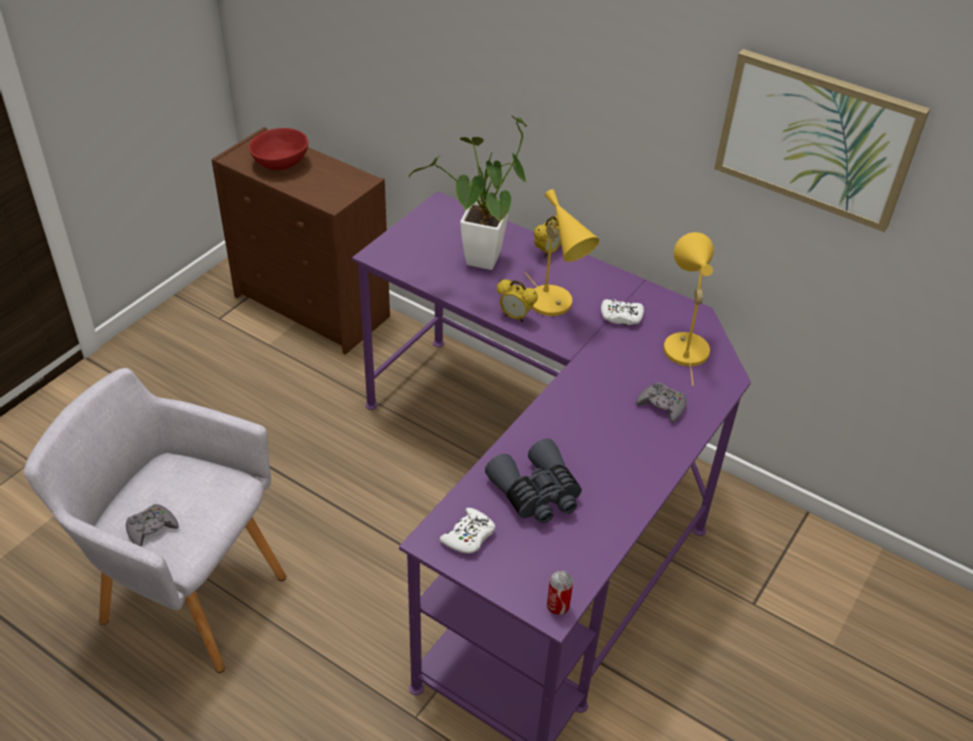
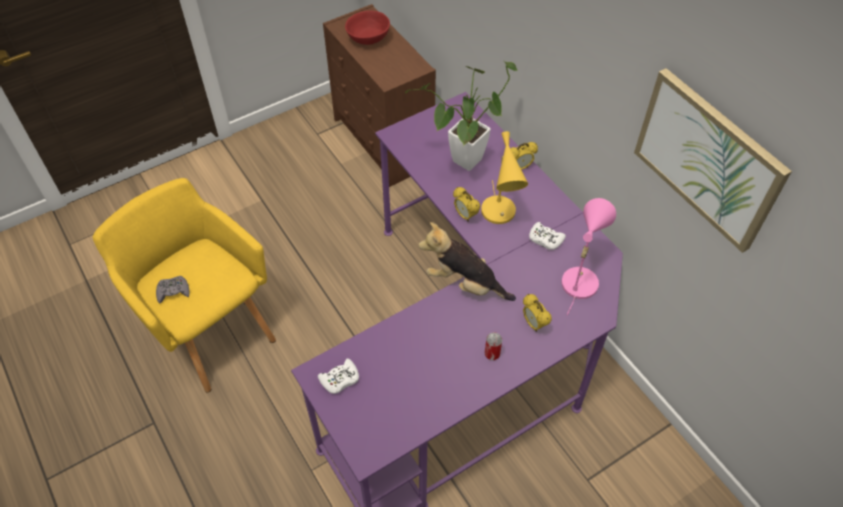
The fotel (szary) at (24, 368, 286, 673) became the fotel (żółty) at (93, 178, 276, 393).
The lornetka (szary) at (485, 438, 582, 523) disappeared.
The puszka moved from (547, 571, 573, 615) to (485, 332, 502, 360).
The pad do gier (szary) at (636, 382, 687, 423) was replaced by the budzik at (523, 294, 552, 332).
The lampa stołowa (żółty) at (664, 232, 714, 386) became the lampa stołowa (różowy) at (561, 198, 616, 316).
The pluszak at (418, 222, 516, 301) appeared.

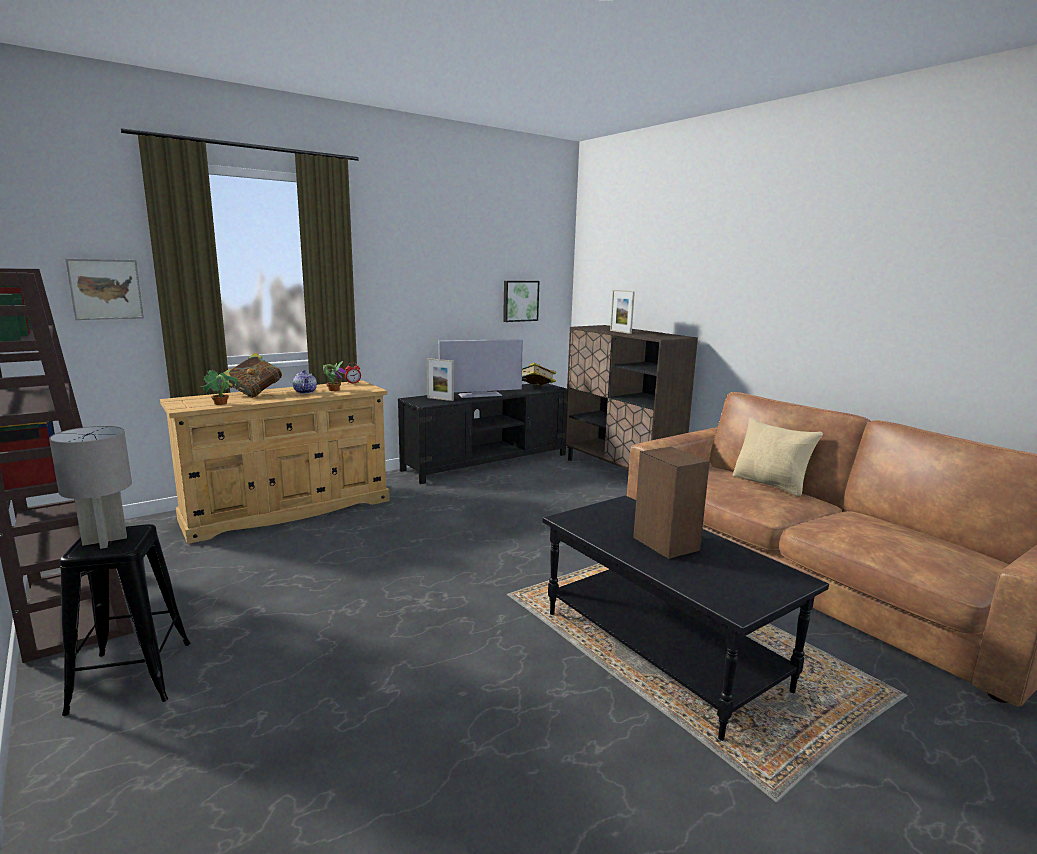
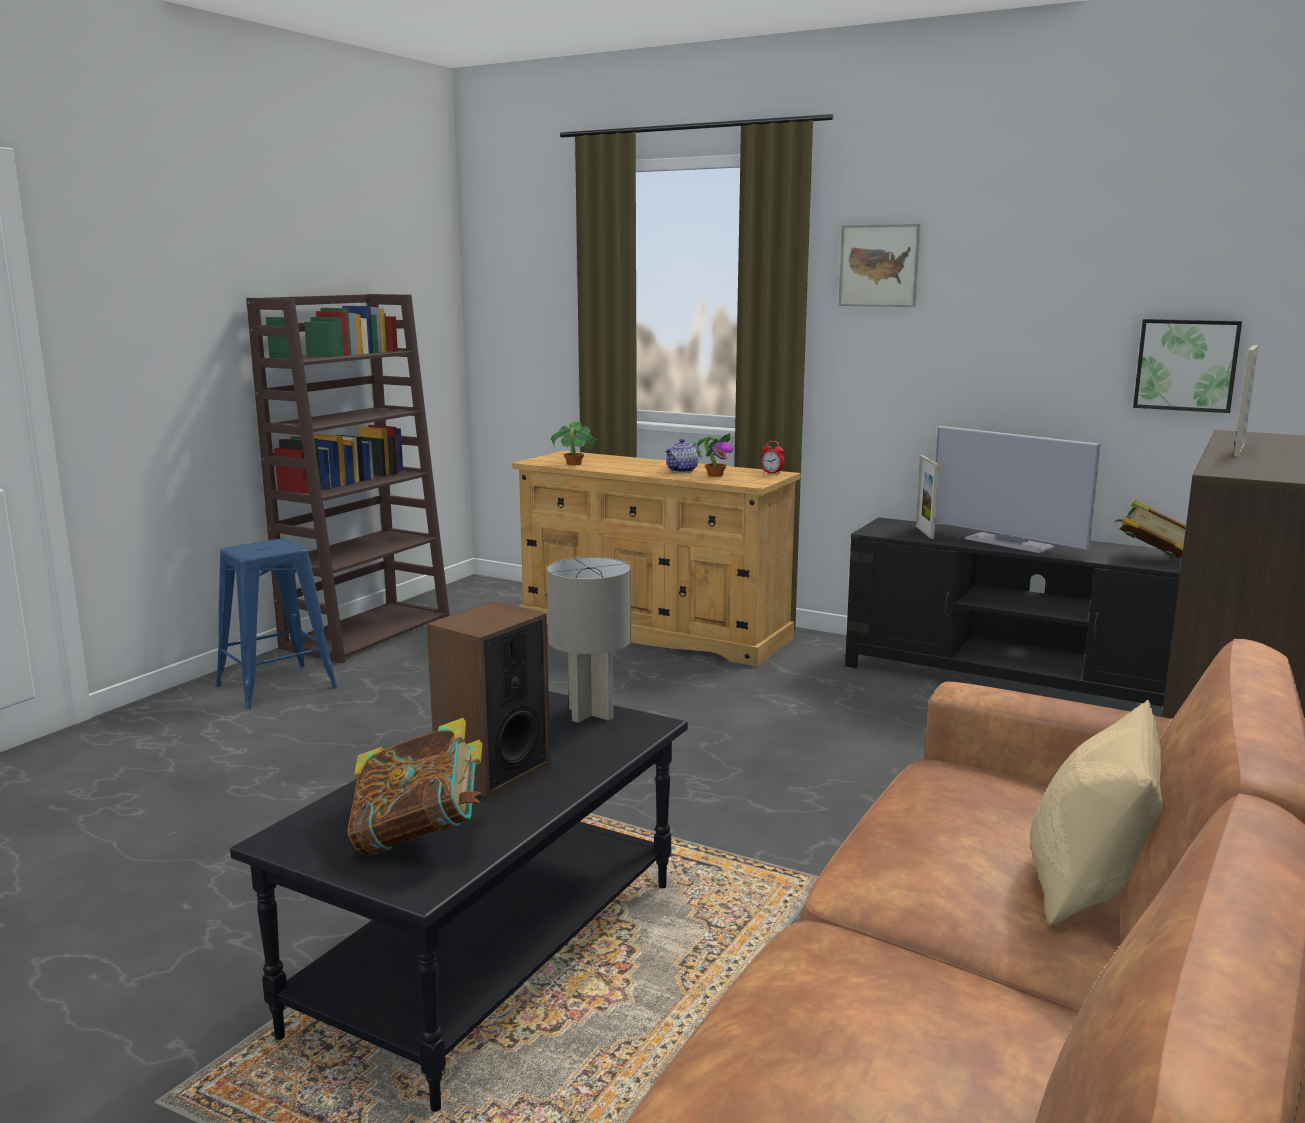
The lampa stołowa (szary) moved from (49, 426, 132, 549) to (547, 557, 631, 723).
The stołek (czarny) at (60, 524, 190, 716) became the stołek (niebieski) at (215, 539, 338, 710).
The obraz moved from (65, 259, 144, 320) to (838, 224, 920, 307).
The książka moved from (224, 353, 282, 398) to (347, 718, 482, 855).

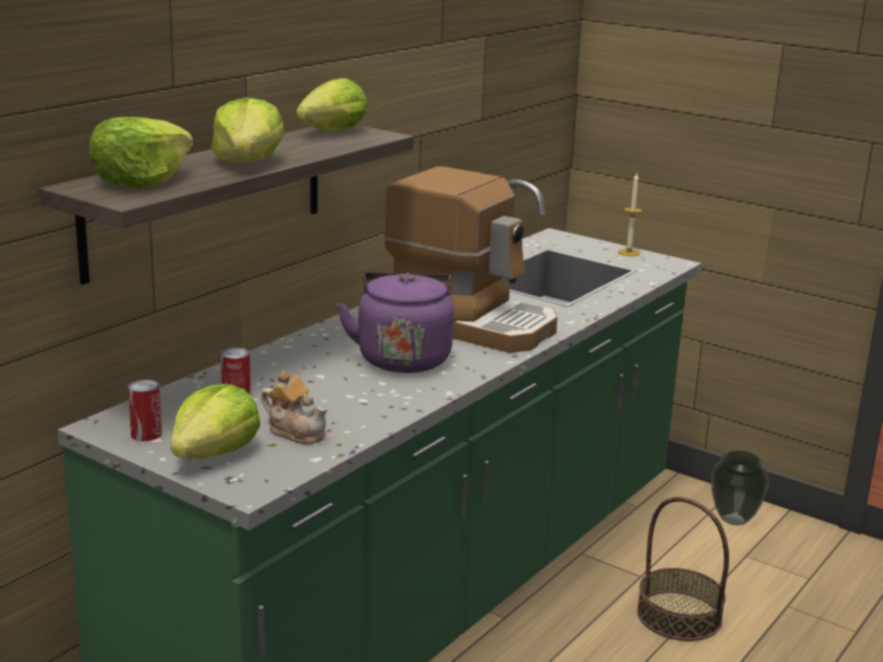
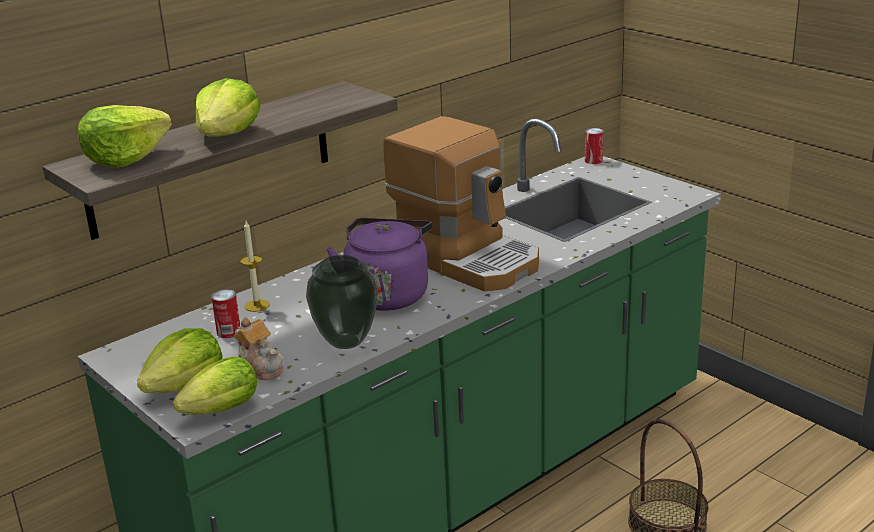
The puszka moved from (128, 379, 162, 441) to (585, 128, 604, 164).
The sałata moved from (296, 78, 367, 131) to (173, 357, 257, 414).
The świeca moved from (618, 173, 643, 256) to (240, 221, 270, 312).
The wazon moved from (711, 451, 769, 525) to (306, 255, 378, 349).

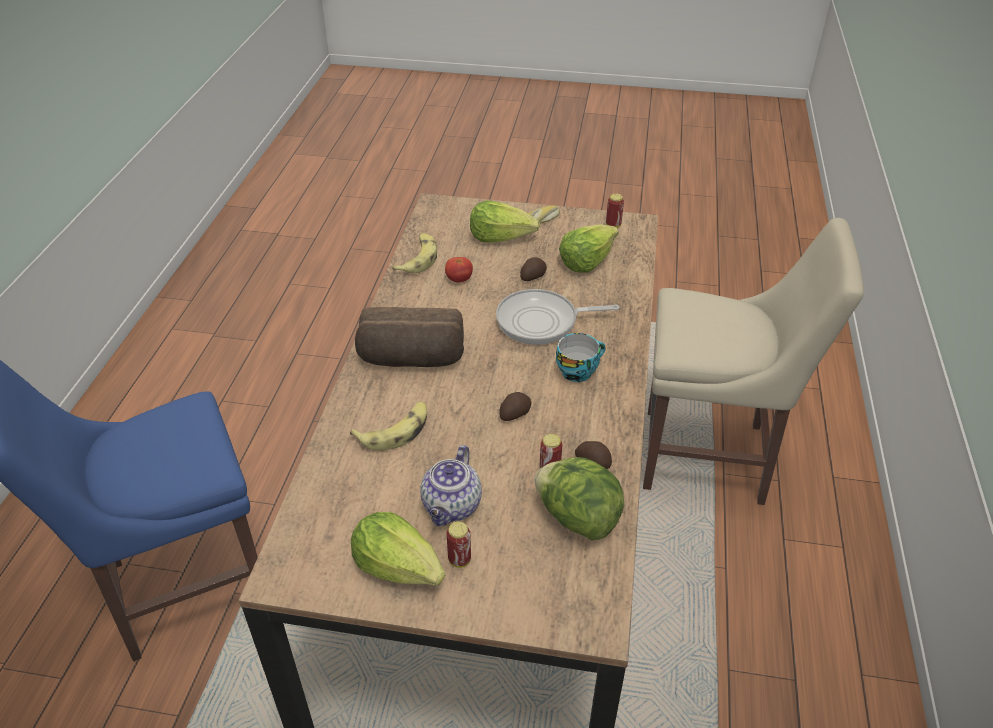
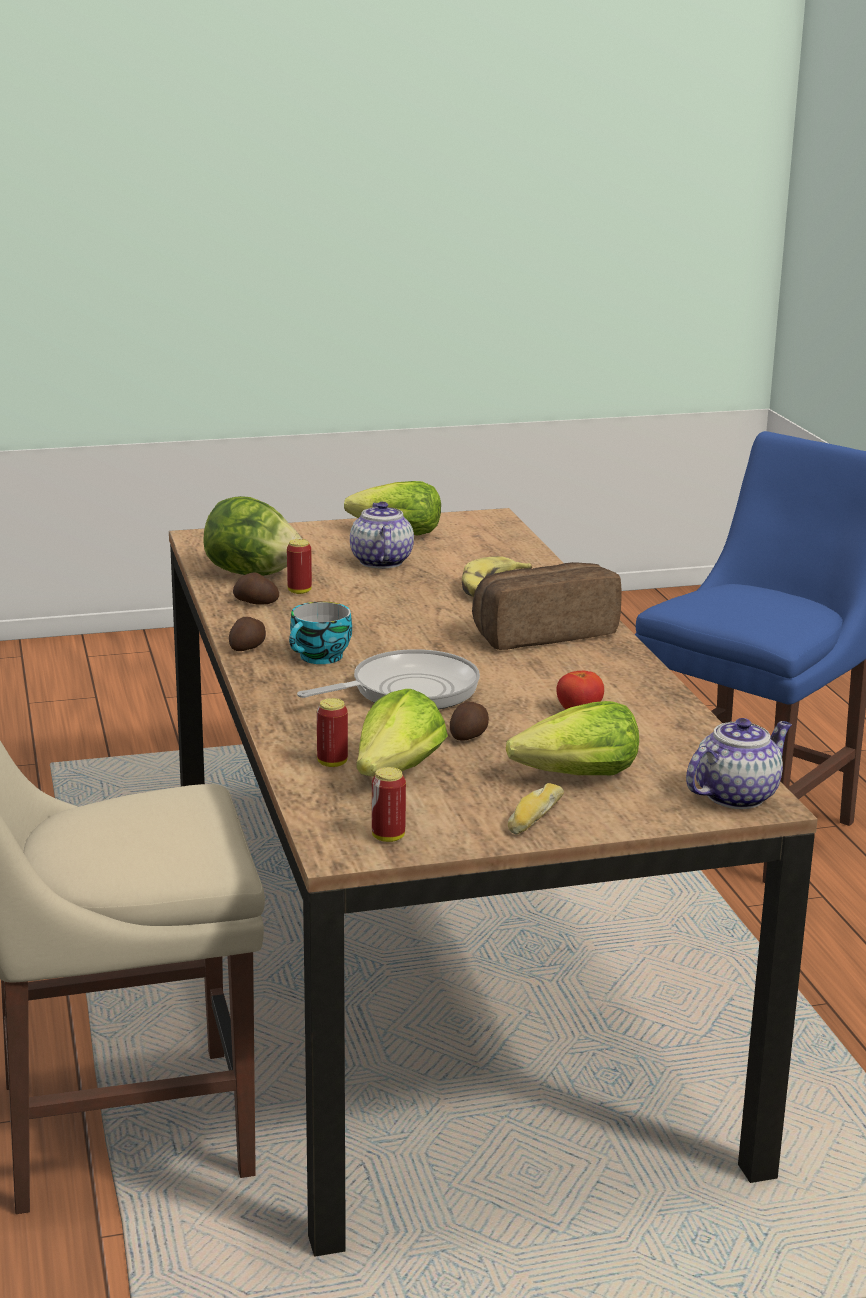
The banan at (392, 233, 437, 273) disappeared.
The puszka moved from (446, 522, 471, 568) to (317, 698, 348, 767).
The ziemniak moved from (500, 392, 531, 421) to (229, 617, 266, 651).
The imbryk at (686, 718, 792, 809) appeared.

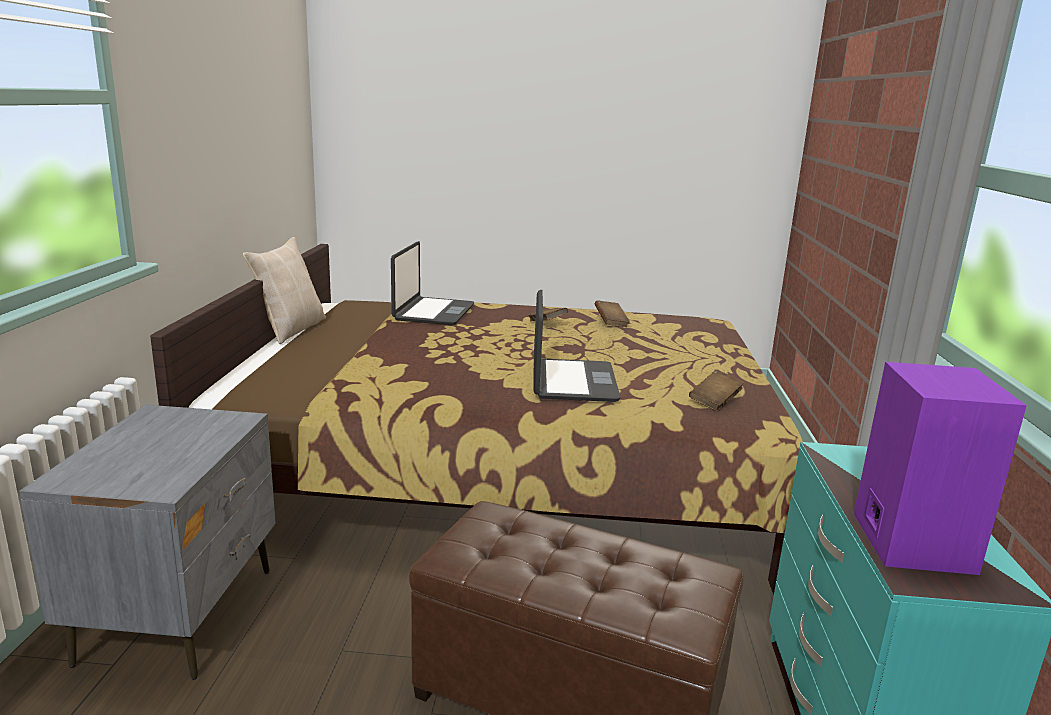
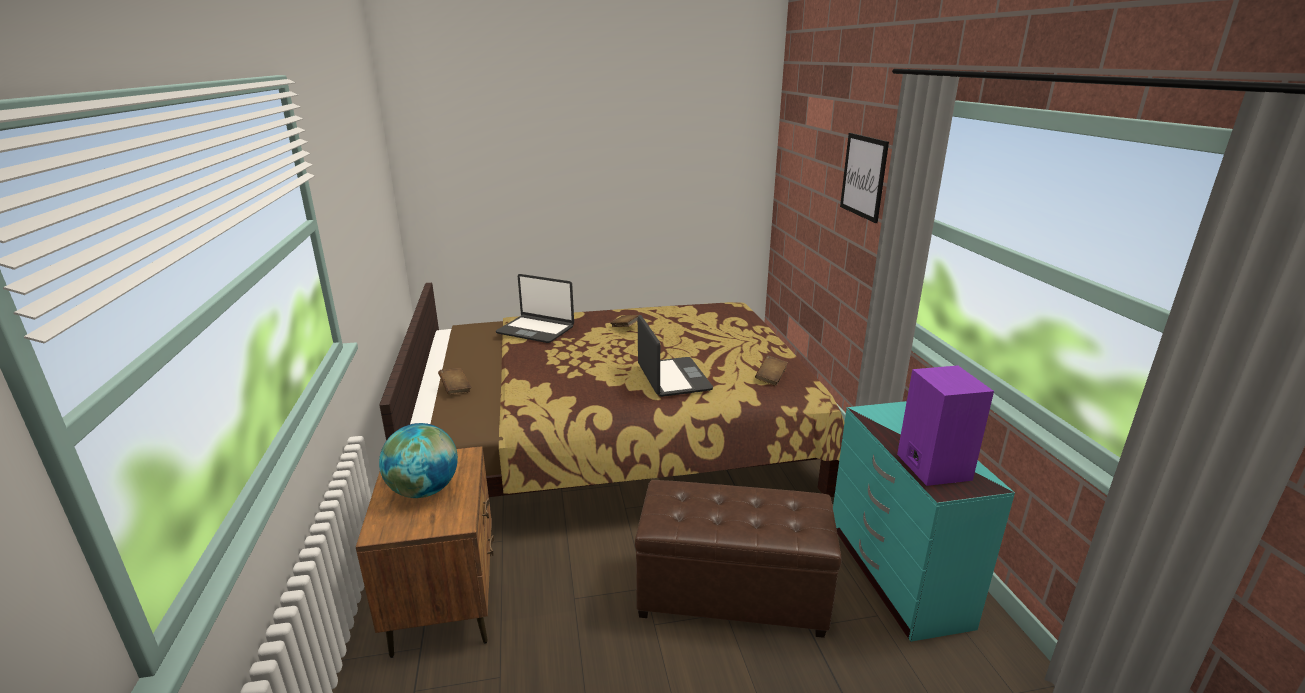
The szafka nocna (szary) at (19, 405, 276, 680) became the szafka nocna (brązowy) at (356, 446, 494, 658).
The poduszka (beżowy) at (243, 237, 326, 344) disappeared.
The laptop at (391, 241, 474, 325) turned 120 degrees clockwise.
The książka (brązowy) moved from (595, 301, 630, 327) to (438, 368, 471, 394).
The globus at (379, 423, 458, 498) appeared.
The obraz at (840, 133, 889, 223) appeared.

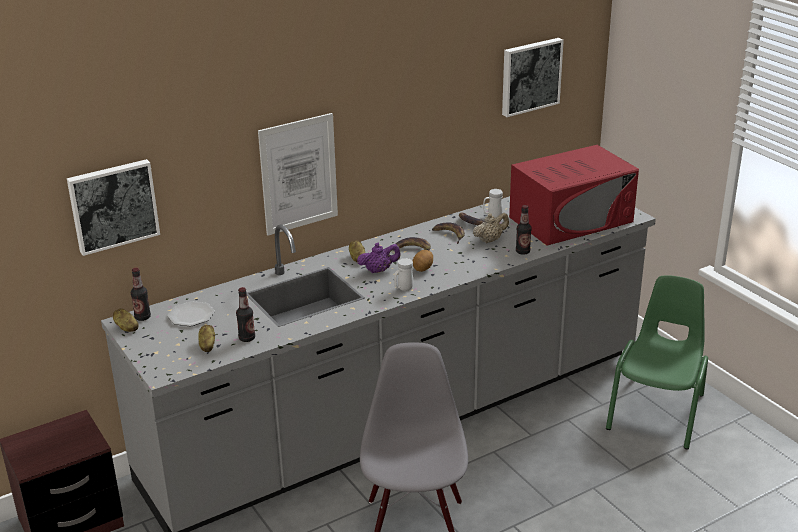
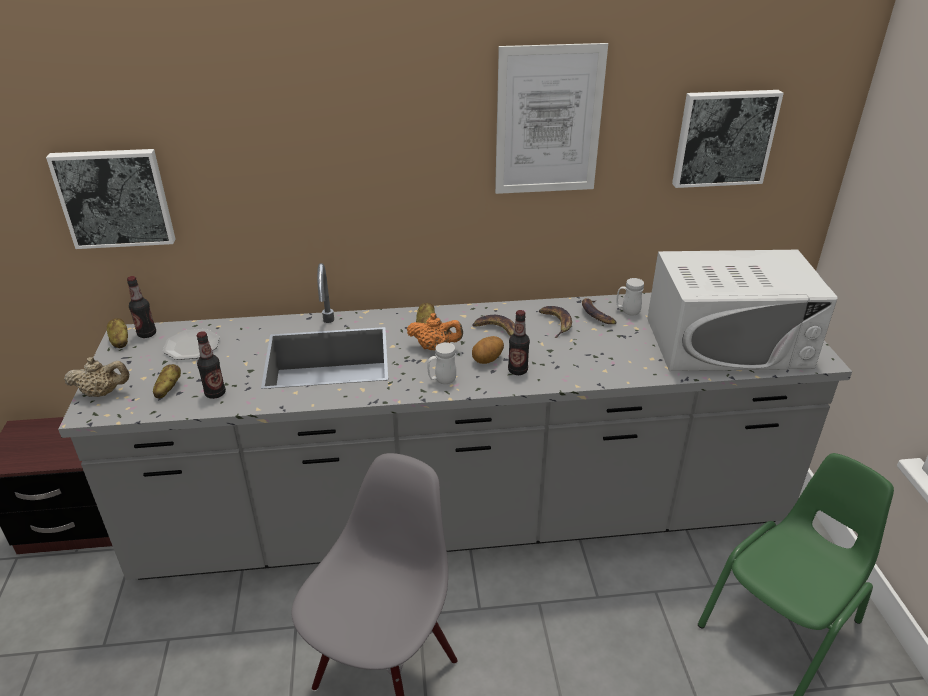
The obraz moved from (258, 113, 338, 236) to (495, 43, 608, 194).
The imbryk (fioletowy) at (357, 243, 401, 273) became the imbryk (pomarańczowy) at (407, 313, 463, 350).
The imbryk (beżowy) moved from (473, 213, 509, 243) to (64, 357, 129, 397).
The mikrofalówka (czerwony) at (509, 145, 639, 246) became the mikrofalówka (biały) at (647, 250, 838, 371).
The butelka moved from (516, 205, 531, 255) to (508, 310, 530, 375).

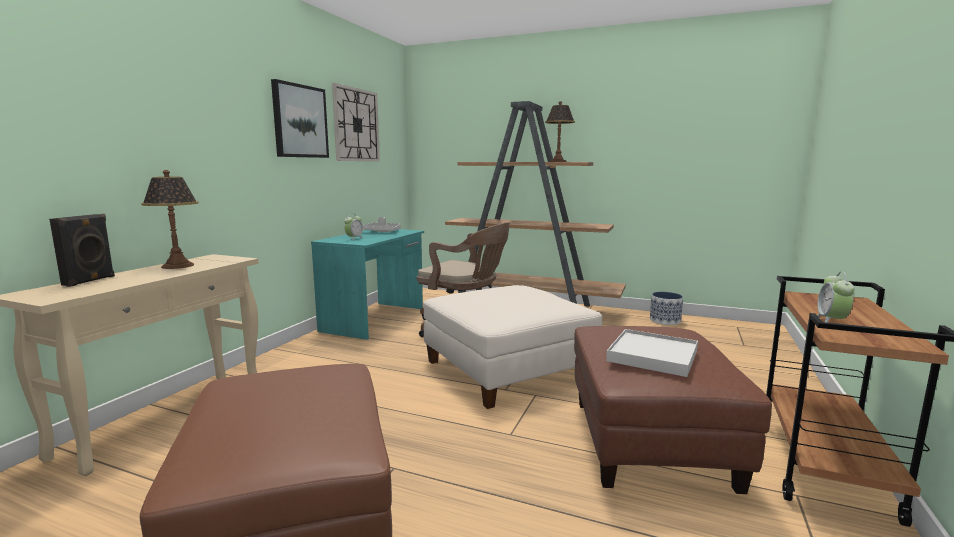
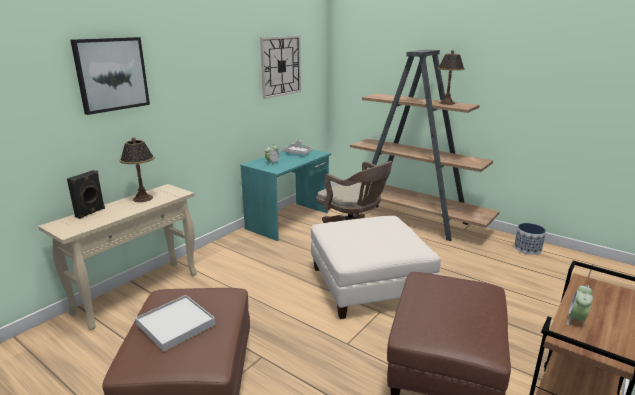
The obraz moved from (271, 79, 329, 158) to (70, 37, 150, 115).
The taca (biały) moved from (606, 329, 698, 377) to (136, 295, 216, 352).

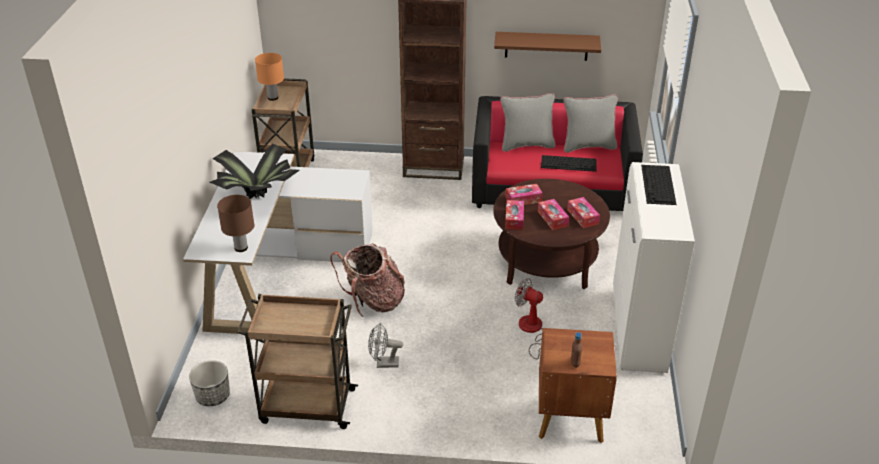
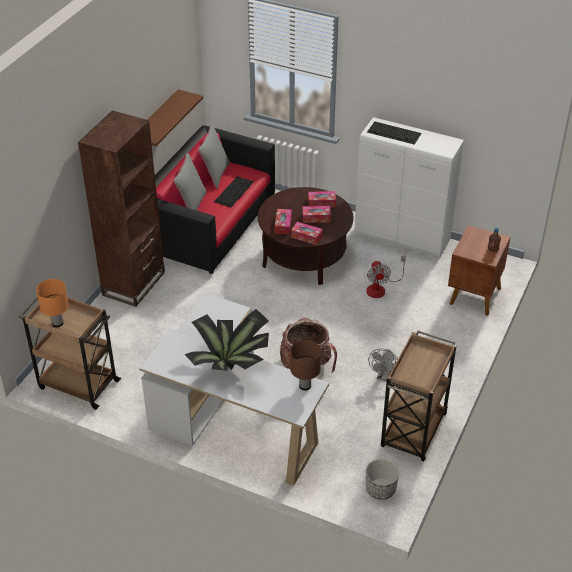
The wentylator at (515, 278, 543, 360) turned 60 degrees counterclockwise.

